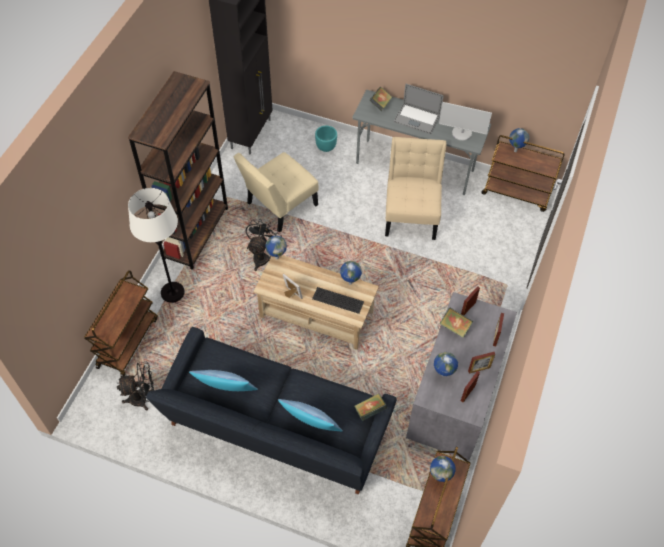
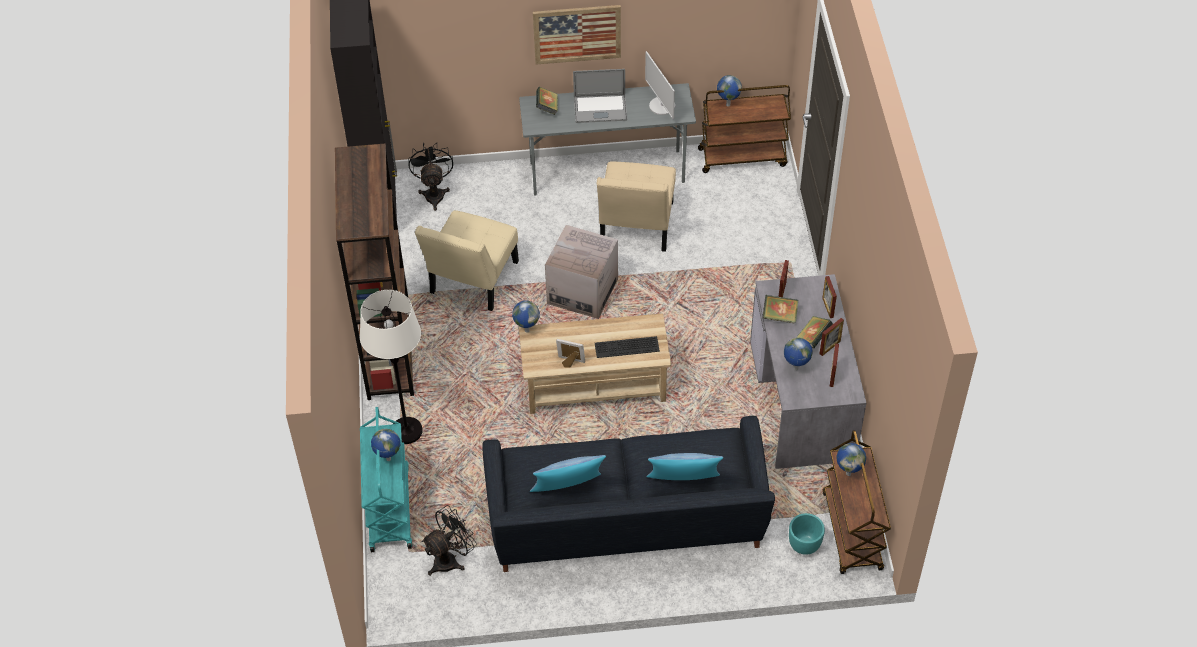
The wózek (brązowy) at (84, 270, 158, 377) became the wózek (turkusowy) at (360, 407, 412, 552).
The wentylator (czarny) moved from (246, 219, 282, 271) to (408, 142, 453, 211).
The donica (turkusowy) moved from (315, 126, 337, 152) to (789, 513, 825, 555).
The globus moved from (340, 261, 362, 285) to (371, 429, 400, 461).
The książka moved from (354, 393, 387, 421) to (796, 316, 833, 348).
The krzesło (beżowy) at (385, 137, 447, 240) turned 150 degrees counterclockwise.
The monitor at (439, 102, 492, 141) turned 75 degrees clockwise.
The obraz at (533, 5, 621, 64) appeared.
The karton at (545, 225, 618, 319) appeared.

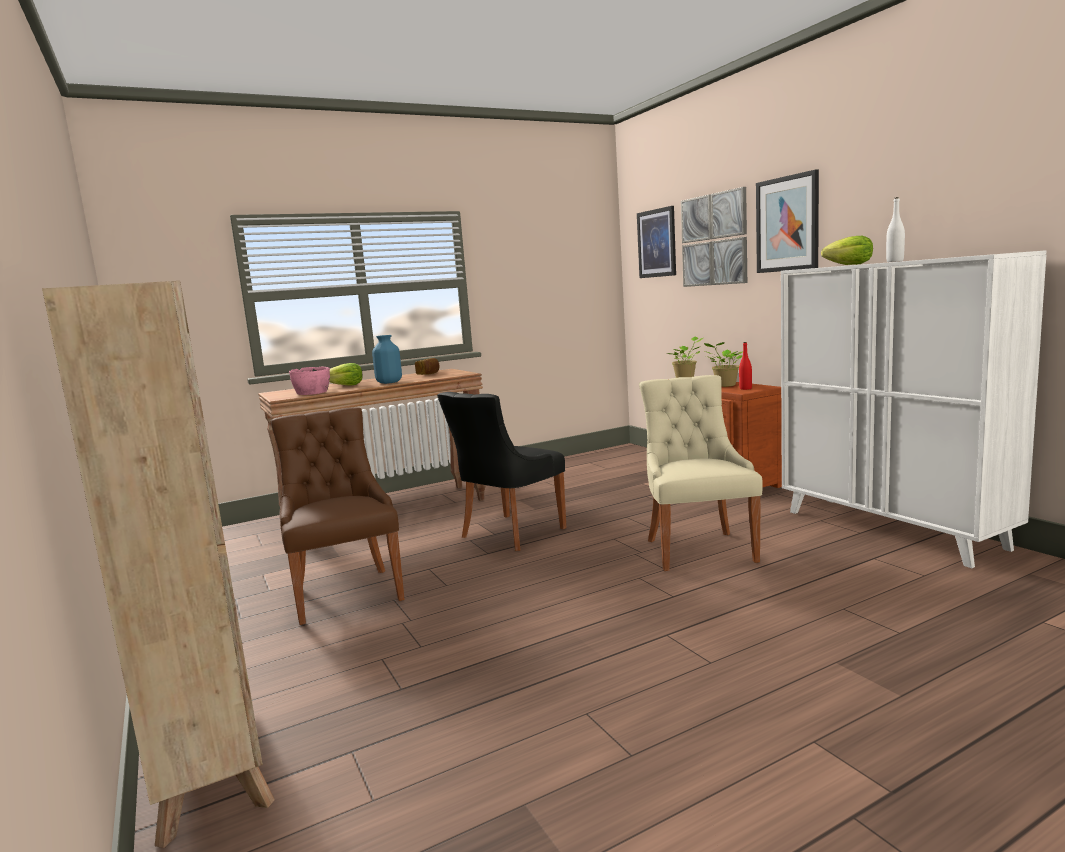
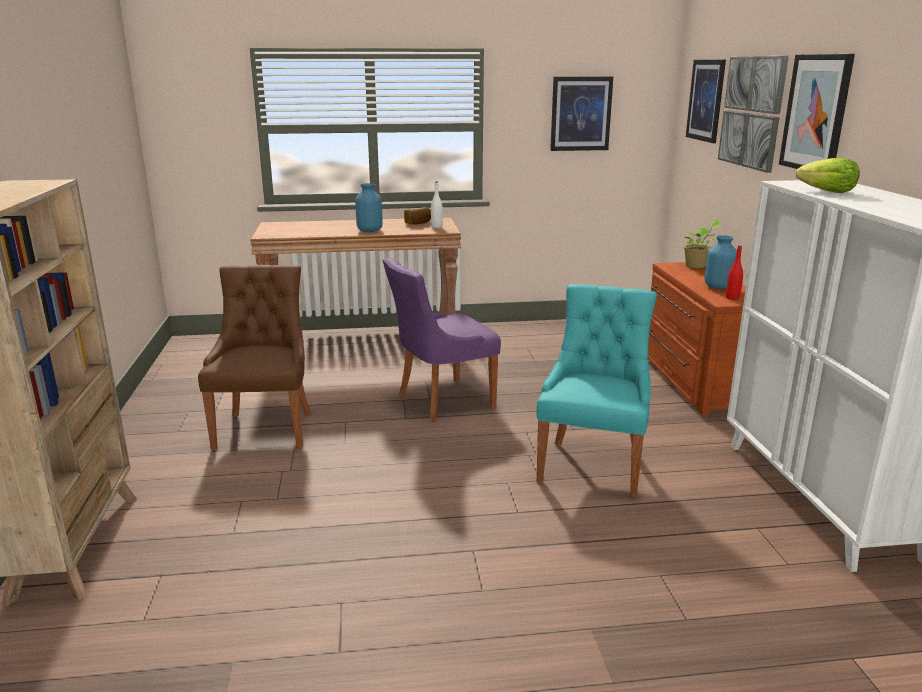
The miska (różowy) at (289, 367, 330, 395) disappeared.
The sałata at (329, 363, 362, 385) disappeared.
The krzesło (czarny) at (437, 392, 566, 551) became the krzesło (fioletowy) at (383, 258, 501, 423).
The krzesło (beżowy) at (639, 375, 763, 571) became the krzesło (turkusowy) at (536, 284, 657, 499).
The roślina doniczkowa at (704, 342, 742, 387) was replaced by the wazon (niebieski) at (705, 235, 737, 289).
The butelka (biały) moved from (886, 197, 905, 262) to (431, 181, 443, 228).
The obraz at (550, 77, 613, 151) appeared.

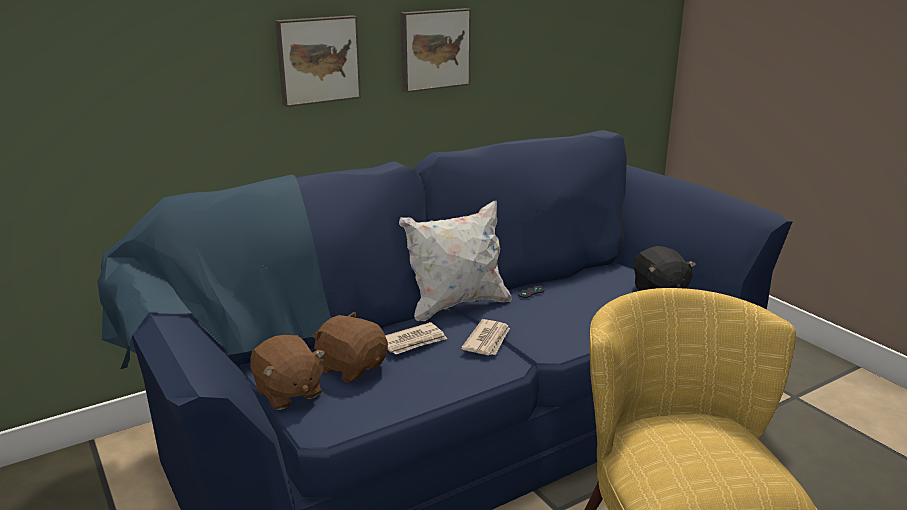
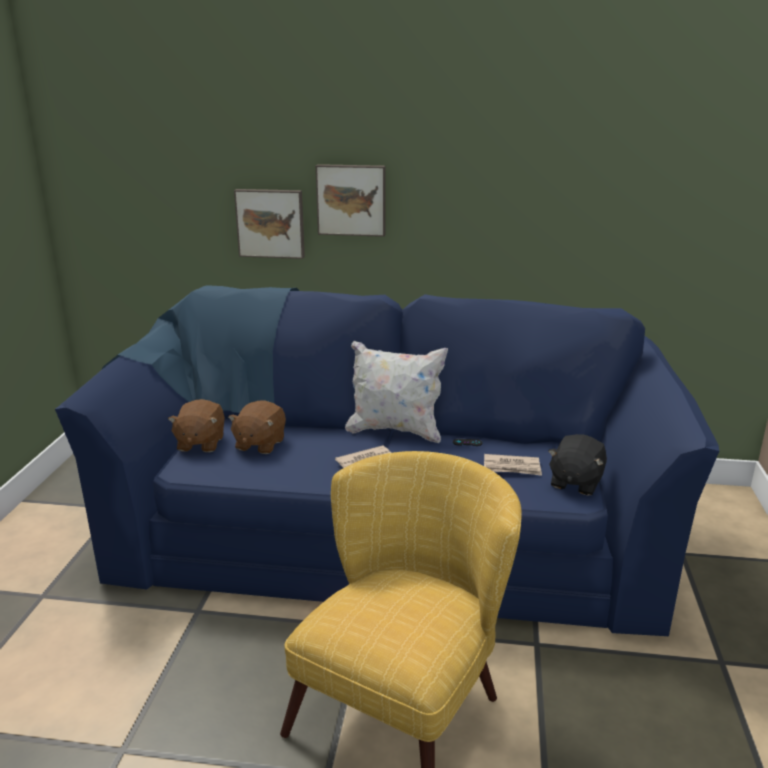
The pluszak (brązowy) at (312, 312, 388, 383) turned 150 degrees counterclockwise.
The gazeta moved from (385, 322, 447, 354) to (484, 454, 542, 476).
The obraz moved from (400, 8, 471, 92) to (234, 189, 305, 259).

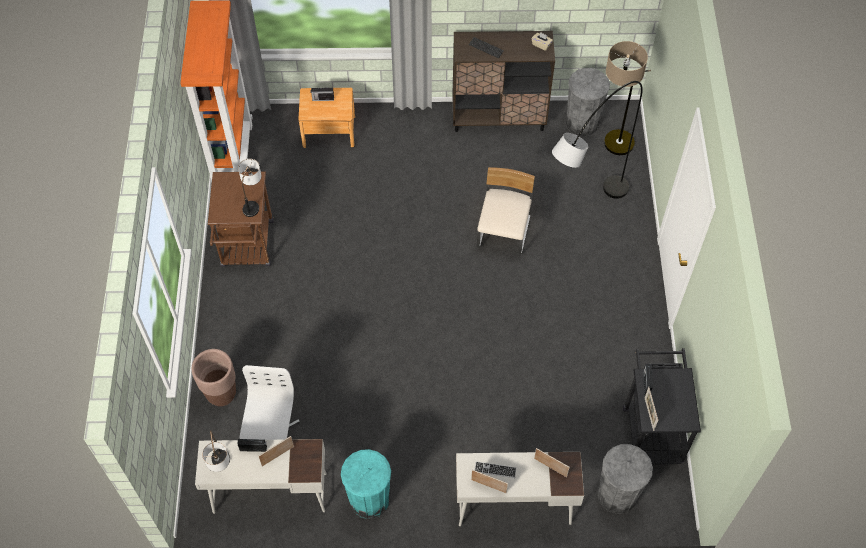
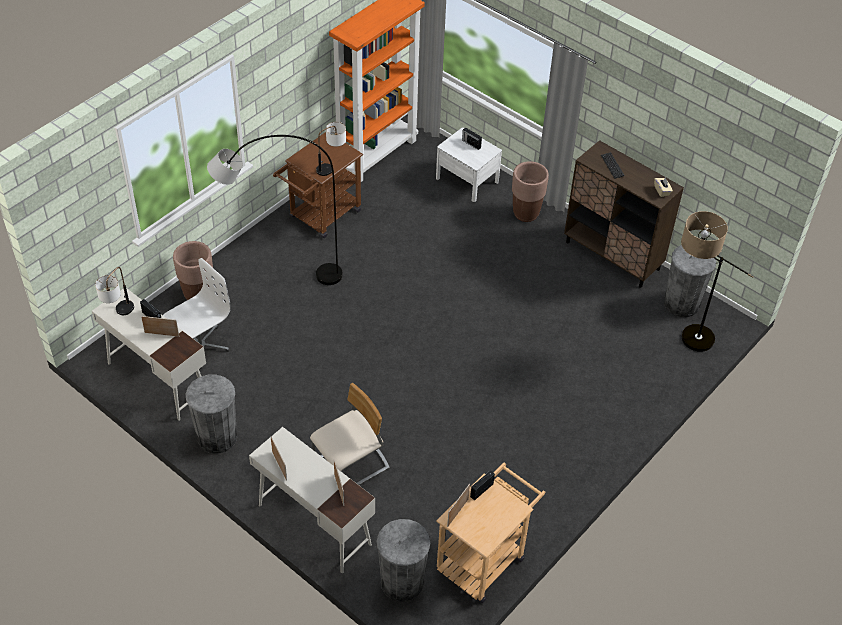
The szafka nocna (brązowy) at (299, 88, 355, 148) became the szafka nocna (biały) at (436, 128, 502, 202).
The kosz na śmieci (turkusowy) at (341, 449, 391, 519) became the kosz na śmieci (szary) at (186, 375, 237, 454).
The klawiatura at (475, 461, 516, 478) disappeared.
The krzesło (beżowy) moved from (477, 167, 535, 256) to (310, 383, 390, 485).
The lampa stojąca (szary) moved from (552, 81, 643, 199) to (207, 135, 343, 285).
The wózek (czarny) at (623, 348, 701, 464) became the wózek (beżowy) at (436, 463, 545, 603).
The donica (brązowy) at (512, 161, 549, 222) appeared.

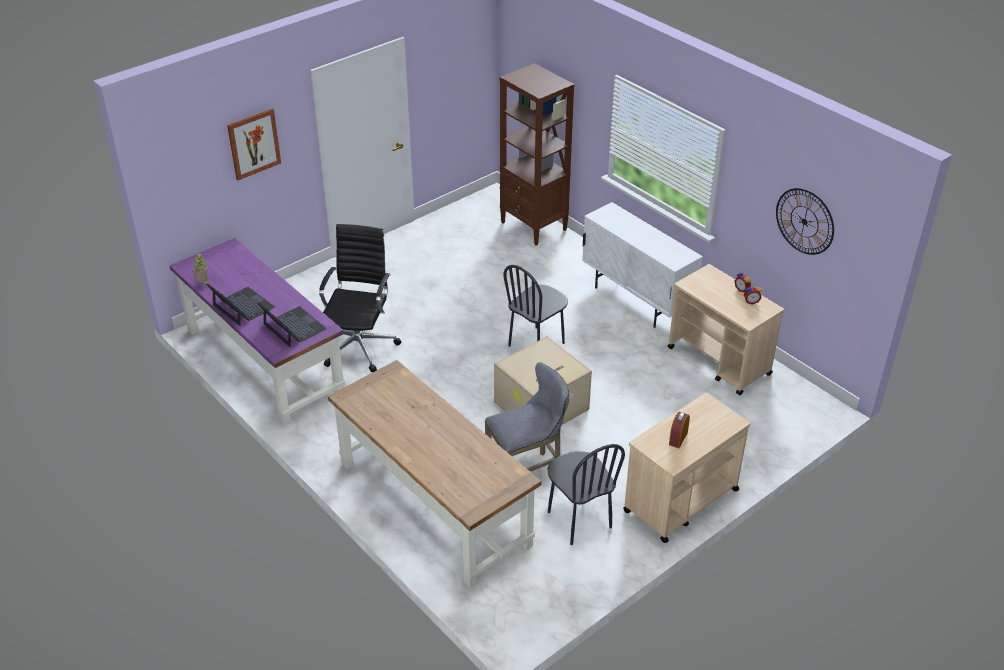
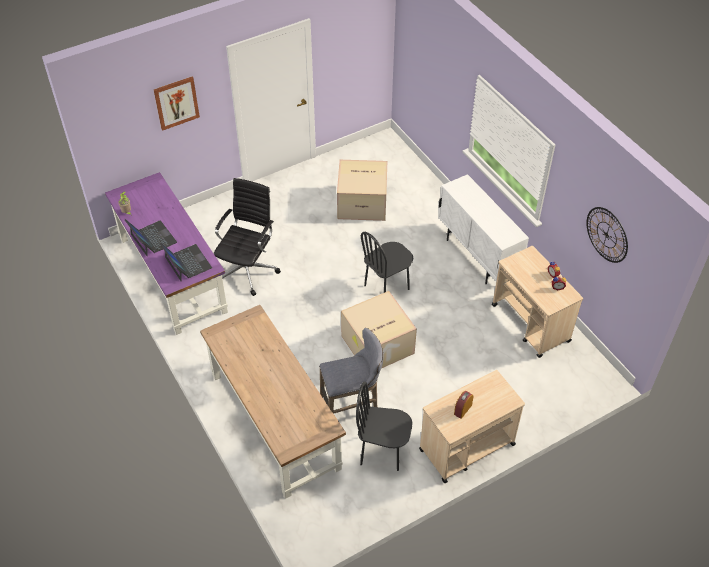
The regał (brązowy) at (499, 63, 574, 246) disappeared.
The krzesło (czarny) at (547, 444, 625, 545) turned 120 degrees clockwise.
The karton at (337, 160, 387, 221) appeared.

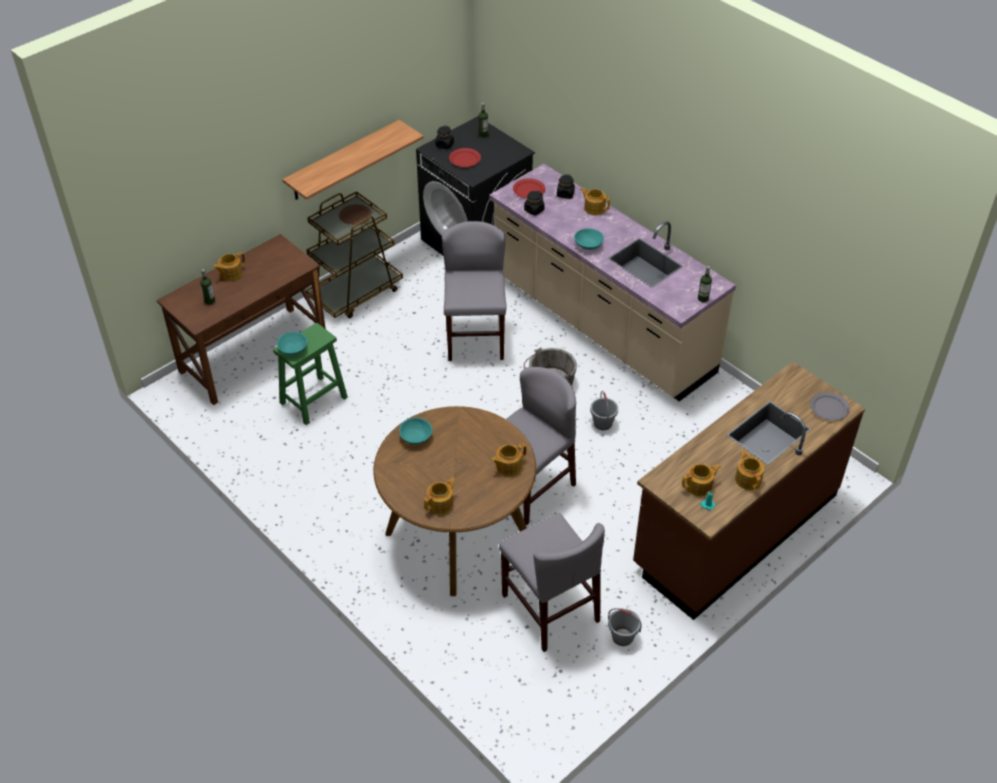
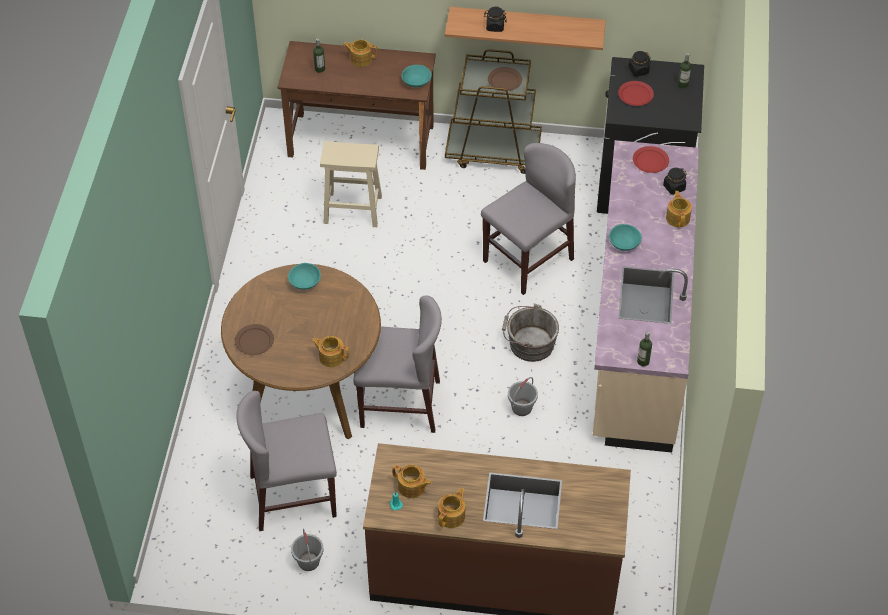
The stołek (zielony) at (273, 323, 348, 425) became the stołek (beżowy) at (320, 141, 382, 227).
The miska (turkusowy) moved from (277, 332, 308, 355) to (401, 65, 432, 87).
The imbryk at (424, 478, 456, 514) was replaced by the talerz (brązowy) at (235, 324, 274, 355).
The krzesło (szary) at (499, 513, 605, 652) turned 60 degrees clockwise.
The słoik (czarny) moved from (524, 191, 545, 216) to (484, 7, 507, 32).
The talerz (szary) at (810, 392, 850, 421) disappeared.

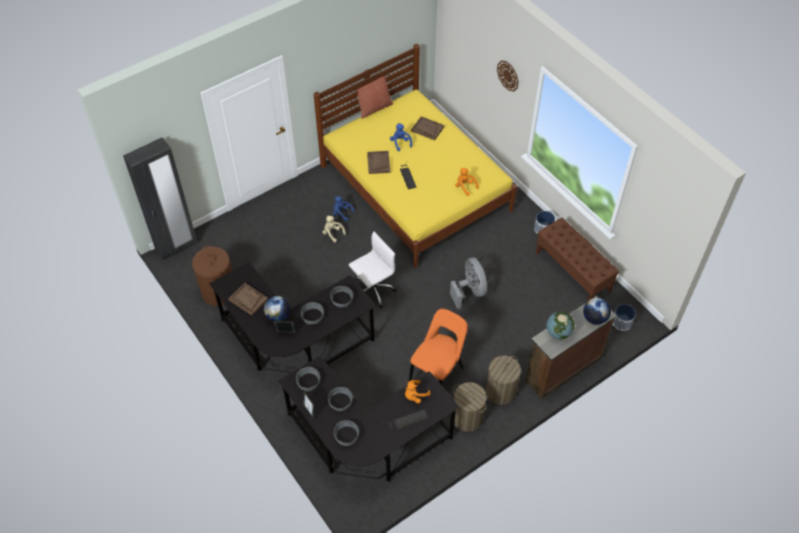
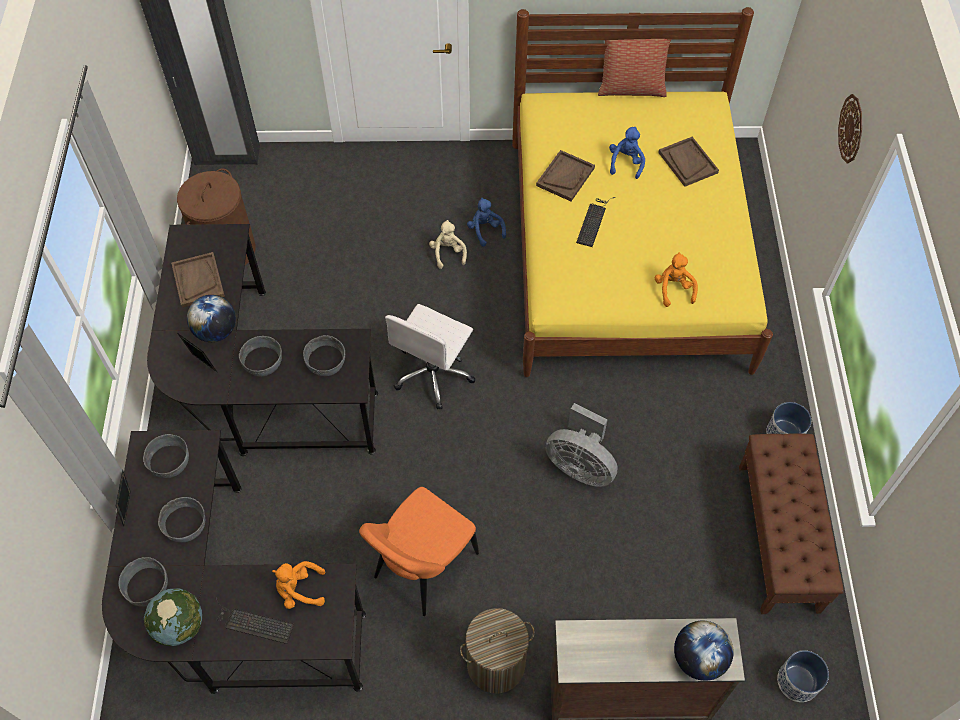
The krzesło biurowe (biały) at (349, 232, 396, 308) turned 120 degrees clockwise.
The krzesło (pomarańczowy) at (409, 309, 468, 385) turned 150 degrees clockwise.
The wentylator (szary) at (450, 258, 487, 309) turned 105 degrees clockwise.
The kosz na pranie at (453, 382, 487, 432) disappeared.
The globus moved from (546, 311, 575, 339) to (144, 589, 202, 646).

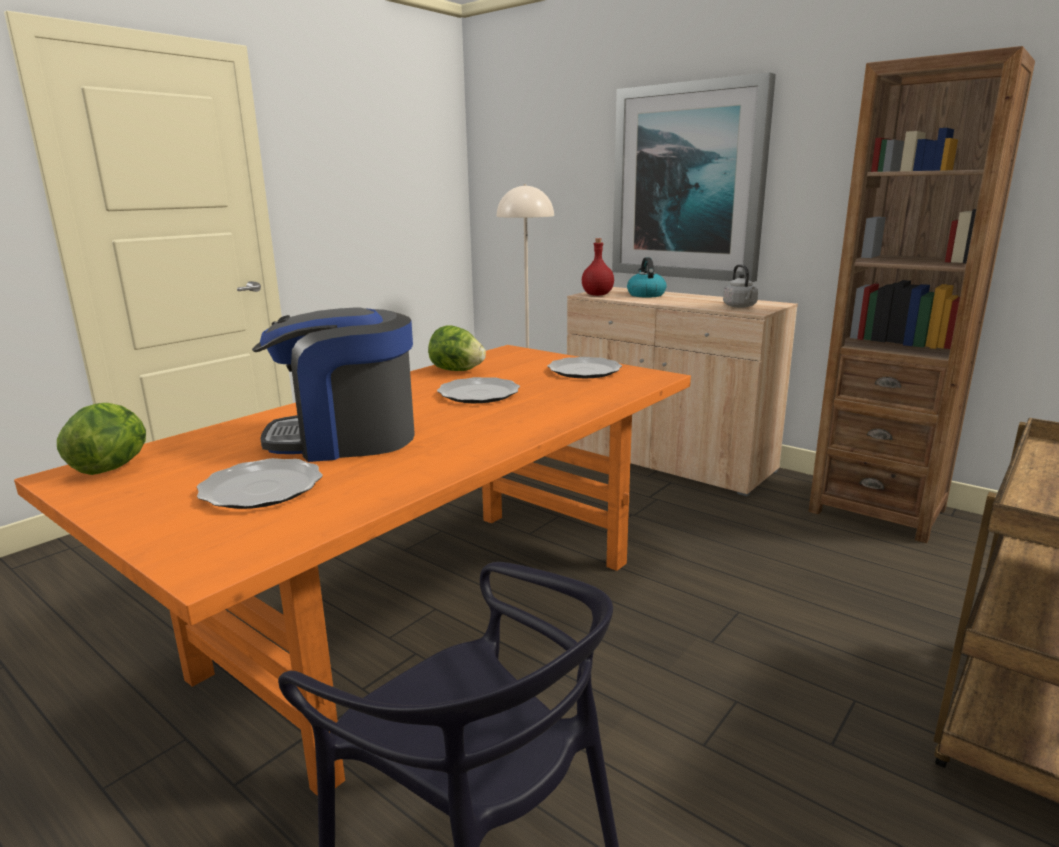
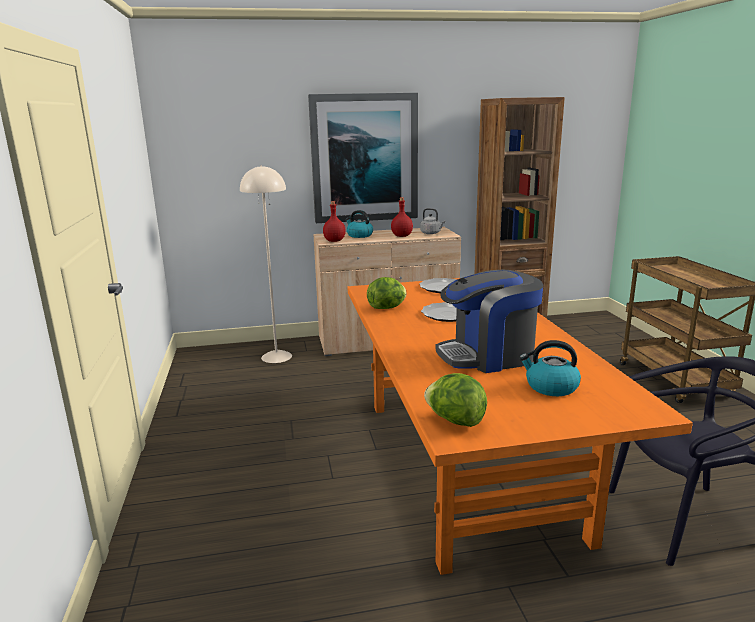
The talerz at (197, 458, 323, 509) was replaced by the czajnik at (519, 340, 581, 396).
The ekspres do kawy at (252, 307, 415, 462) turned 45 degrees clockwise.
The butelka (czerwony) at (391, 197, 413, 237) appeared.

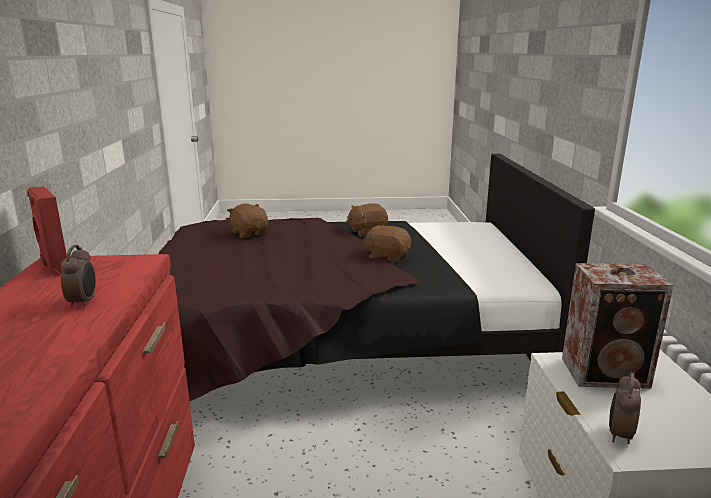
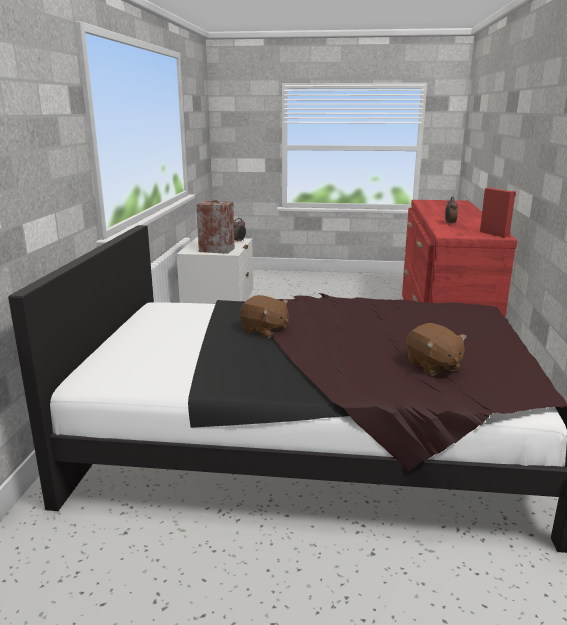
The pluszak (brązowy) at (346, 203, 388, 237) disappeared.

